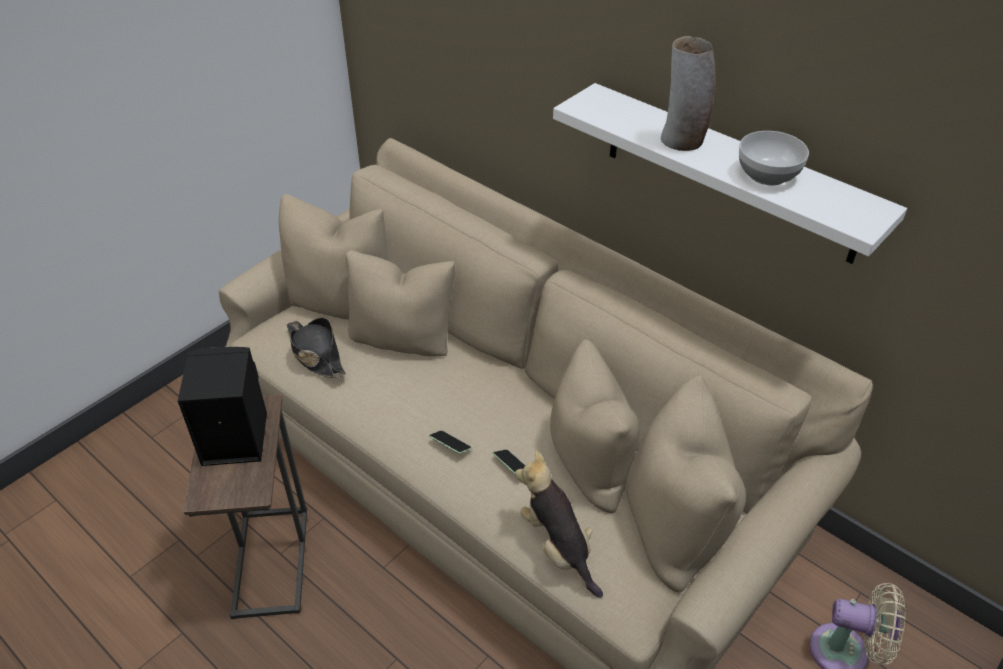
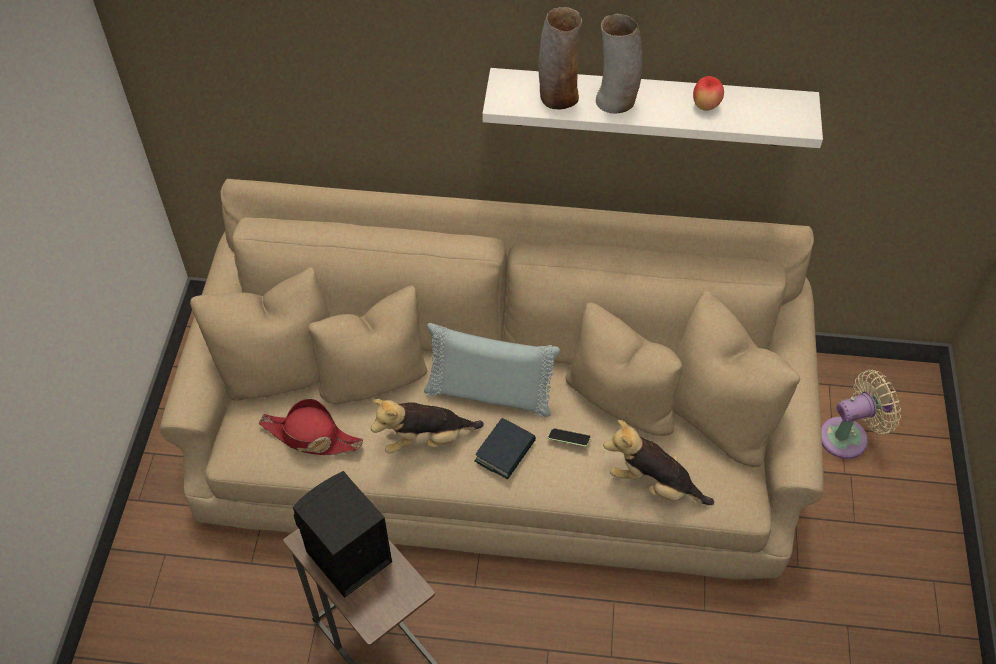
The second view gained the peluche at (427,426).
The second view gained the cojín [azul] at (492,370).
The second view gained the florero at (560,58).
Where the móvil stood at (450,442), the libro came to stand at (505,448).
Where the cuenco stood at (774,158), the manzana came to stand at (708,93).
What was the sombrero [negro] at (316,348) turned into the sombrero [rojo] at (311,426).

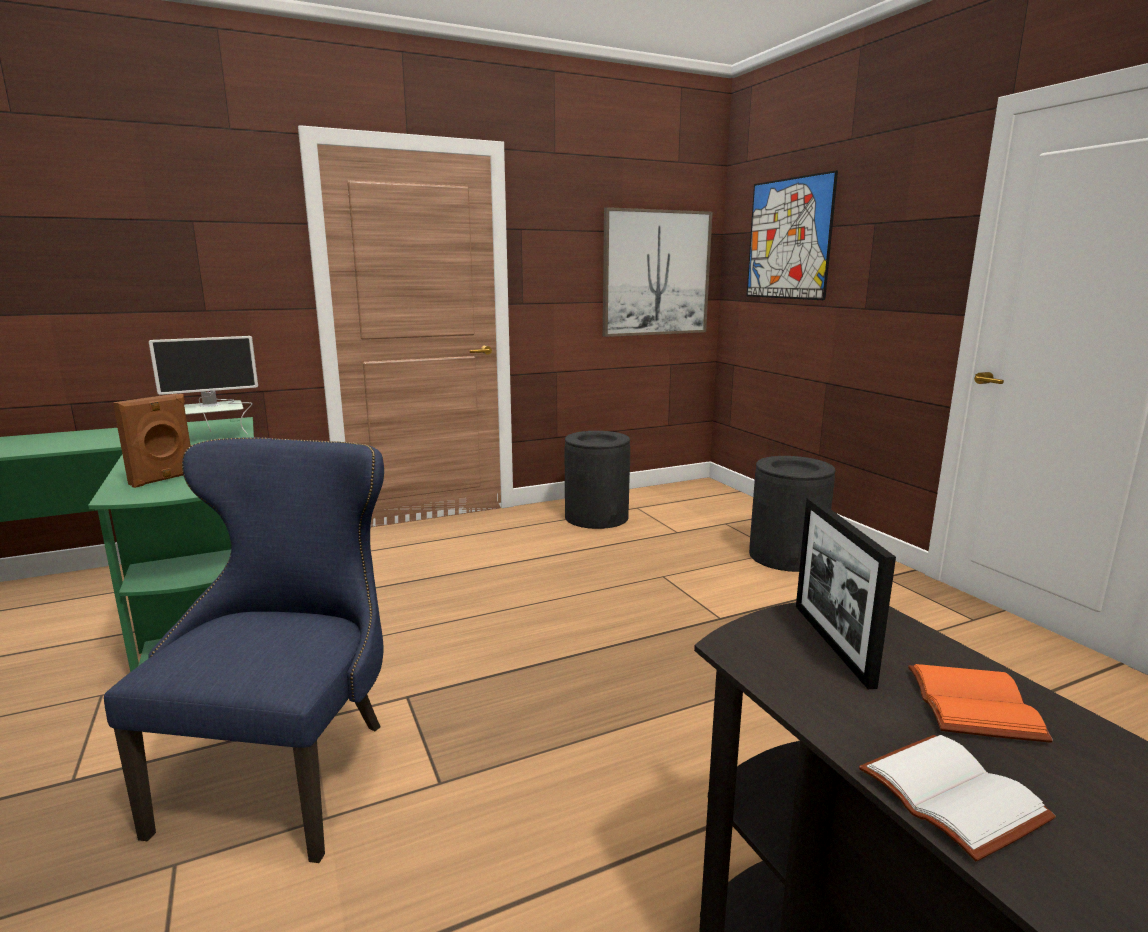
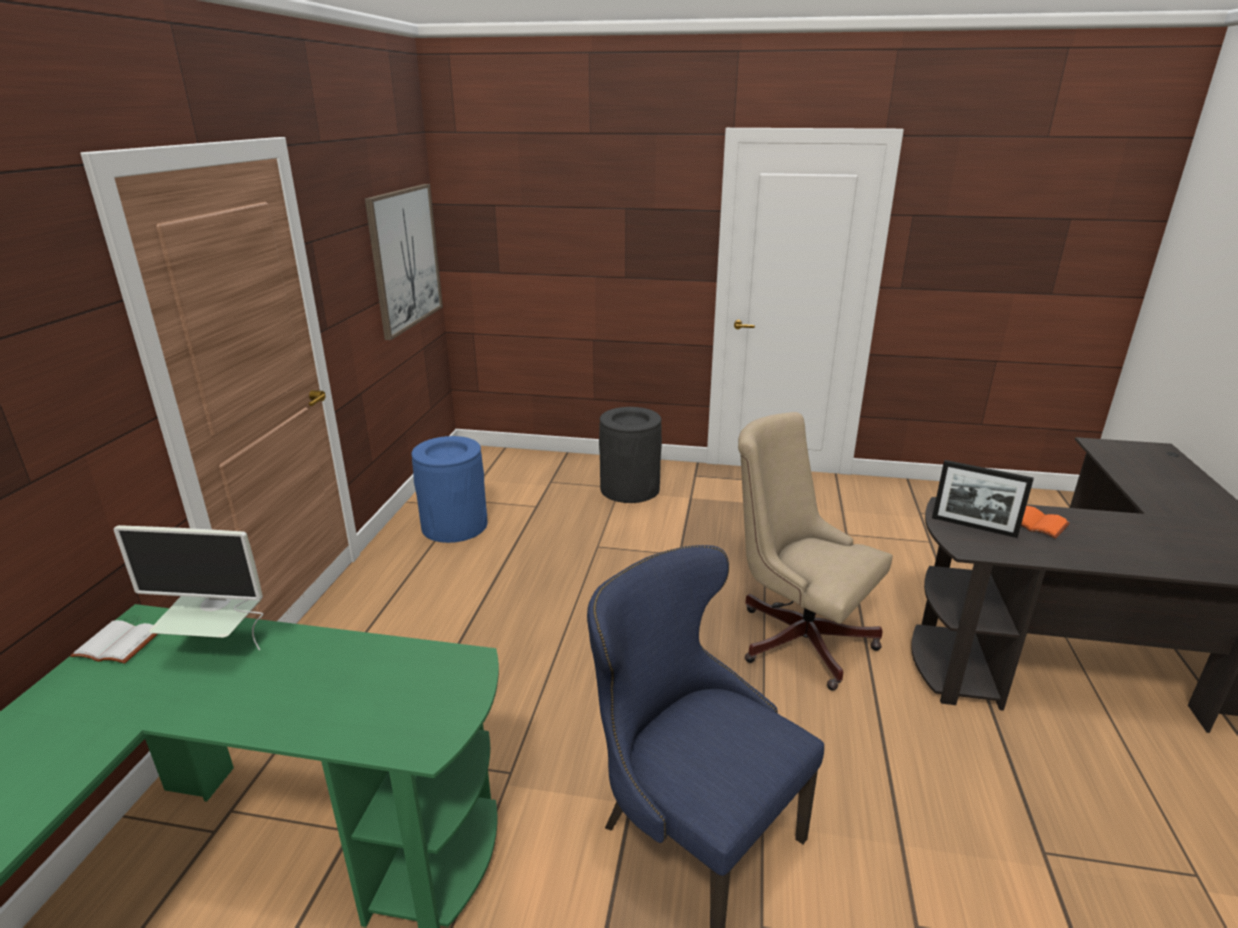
The second view lost the altavoz [marrón] at (152,441).
The second view lost the cuadro at (792,235).
The second view gained the silla de oficina [beis] at (815,551).
The libro [blanco] ended up elsewhere, having gone from (957,798) to (114,642).
What was the papelera [negro] at (597,480) turned into the papelera [azul] at (449,489).
The monitor at (203,385) ended up facing another way, 90 degrees clockwise from before.

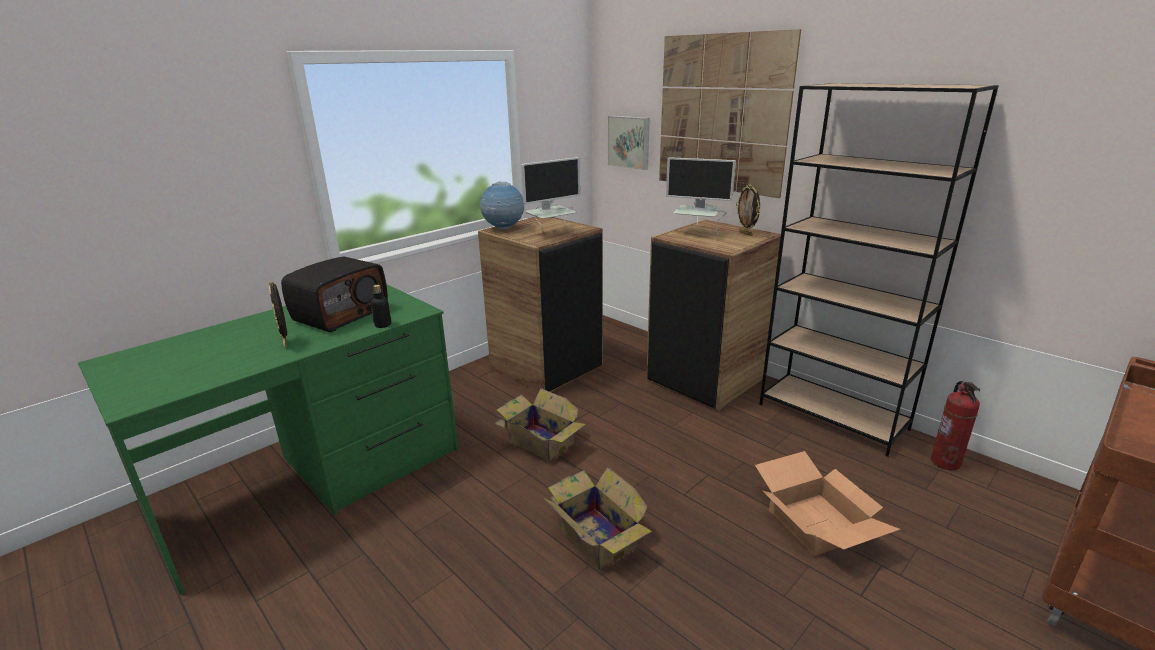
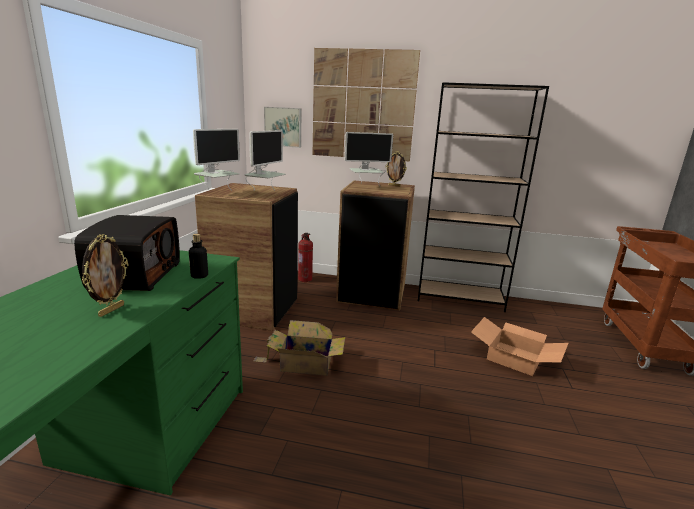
The second view lost the caja de cartón at (598,518).
The extintor ended up elsewhere, having gone from (955,426) to (305,257).
Where the globo terráqueo stood at (502,205), the monitor came to stand at (216,160).
The portarretratos at (277,315) ended up facing another way, 105 degrees counterclockwise from before.

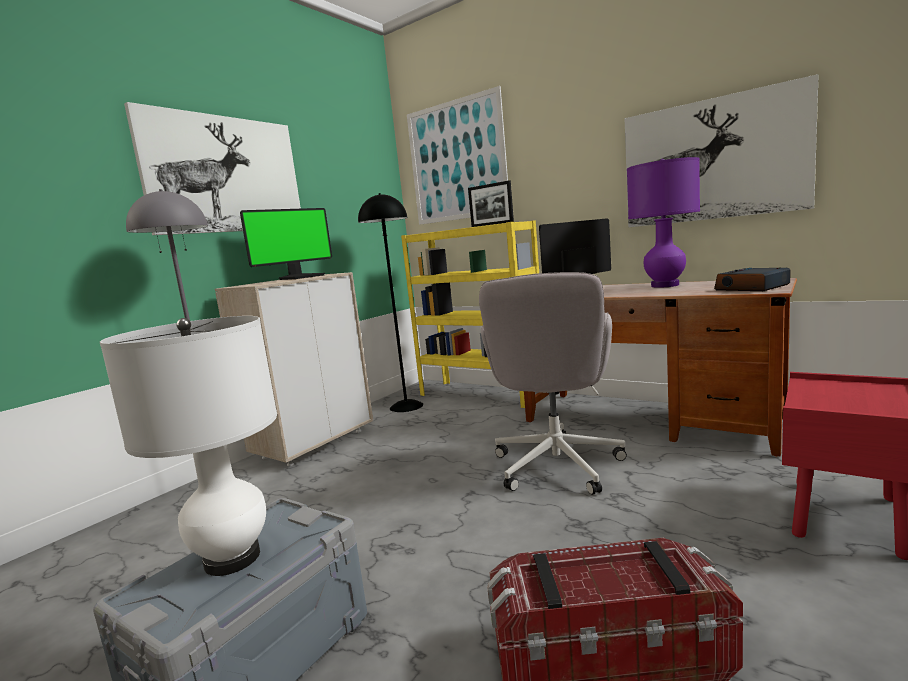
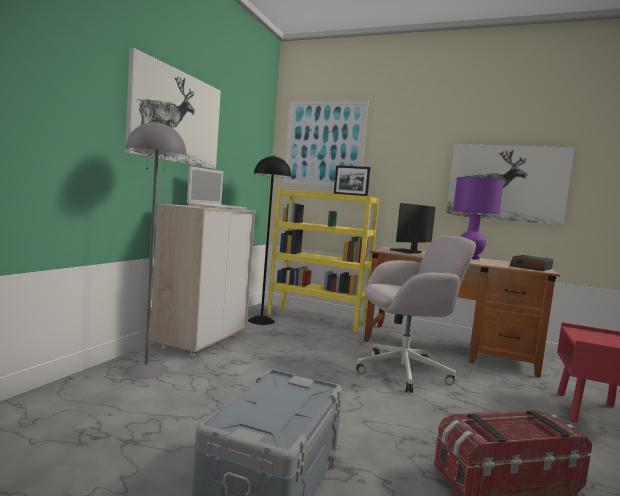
The second view lost the lámpara de mesa [blanco] at (188,446).
Where the monitor stood at (286,244), the portátil came to stand at (217,188).
The silla de oficina [gris] at (553,383) ended up facing another way, 105 degrees counterclockwise from before.

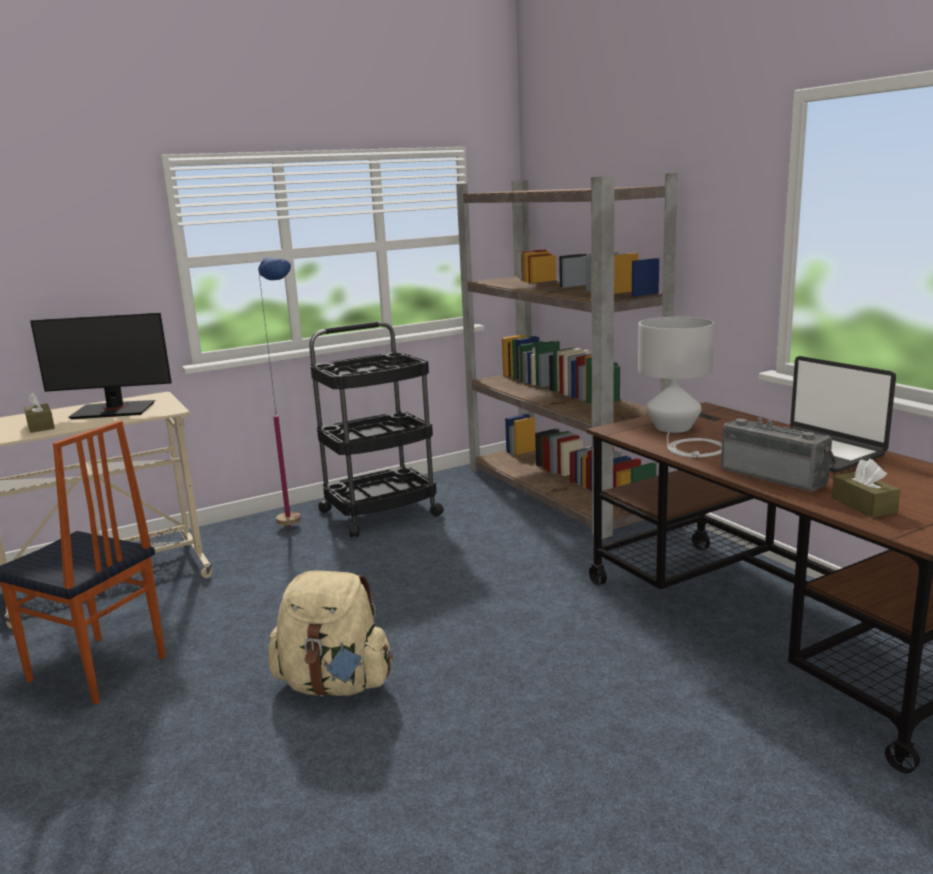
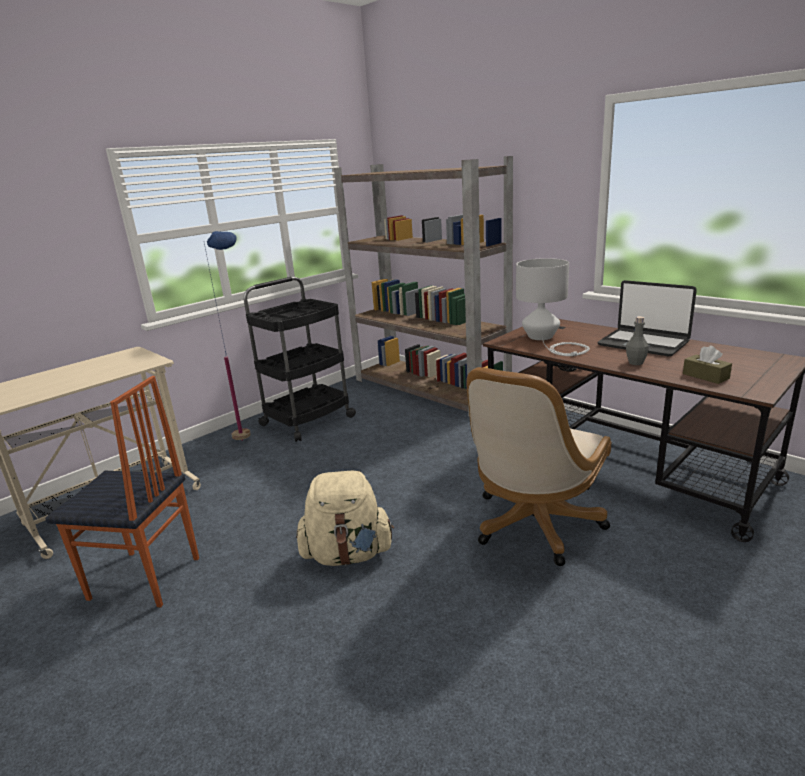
The second view lost the caja de pañuelos [marrón] at (39,413).
The second view lost the monitor at (101,366).
The second view gained the silla de oficina at (539,466).
Where the radio stood at (779,455), the botella [gris] came to stand at (637,340).

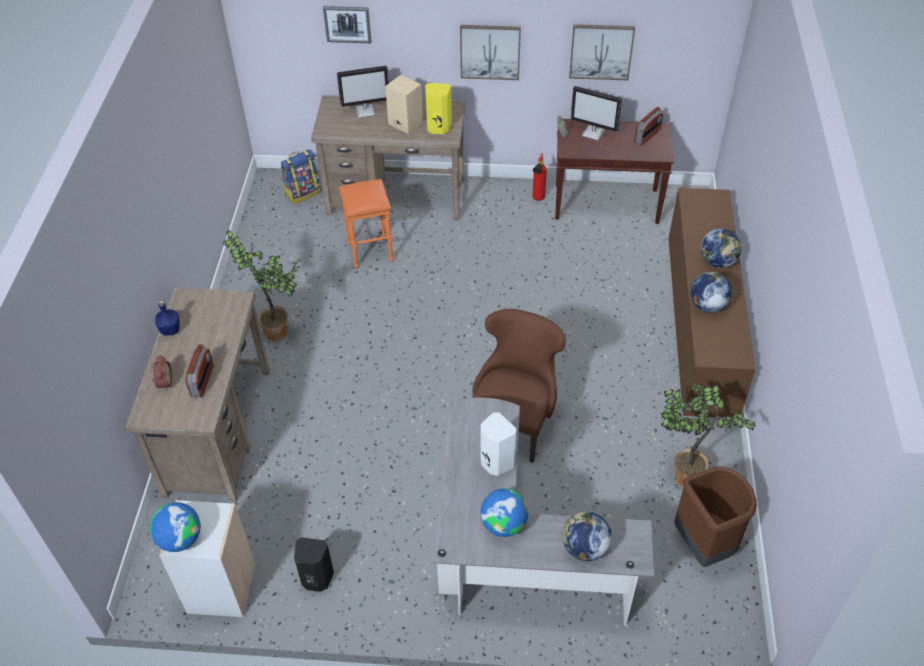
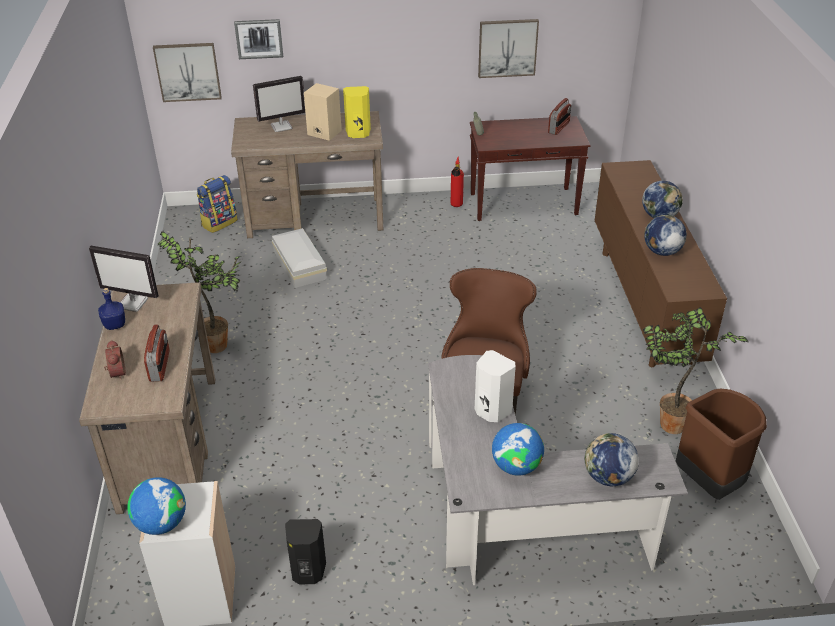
The cuadro ended up elsewhere, having gone from (490,52) to (187,72).
The monitor ended up elsewhere, having gone from (596,113) to (124,279).
Where the taburete [naranja] stood at (366,223), the caja de almacenaje [blanco] came to stand at (299,258).

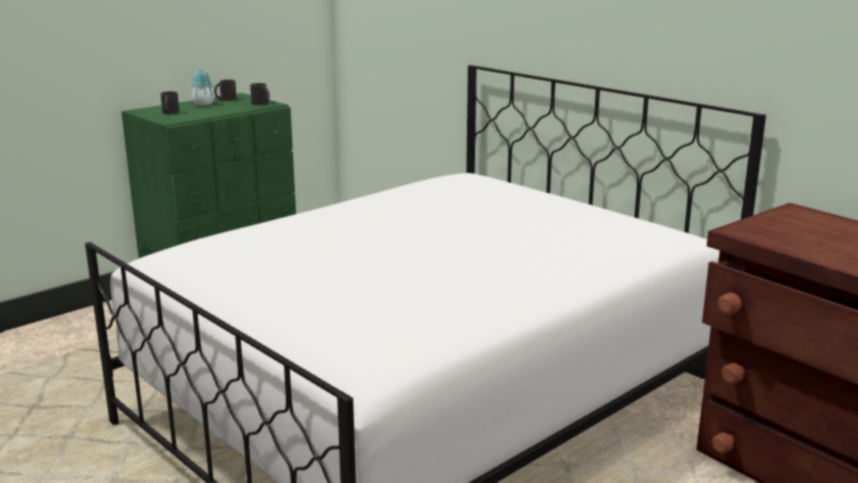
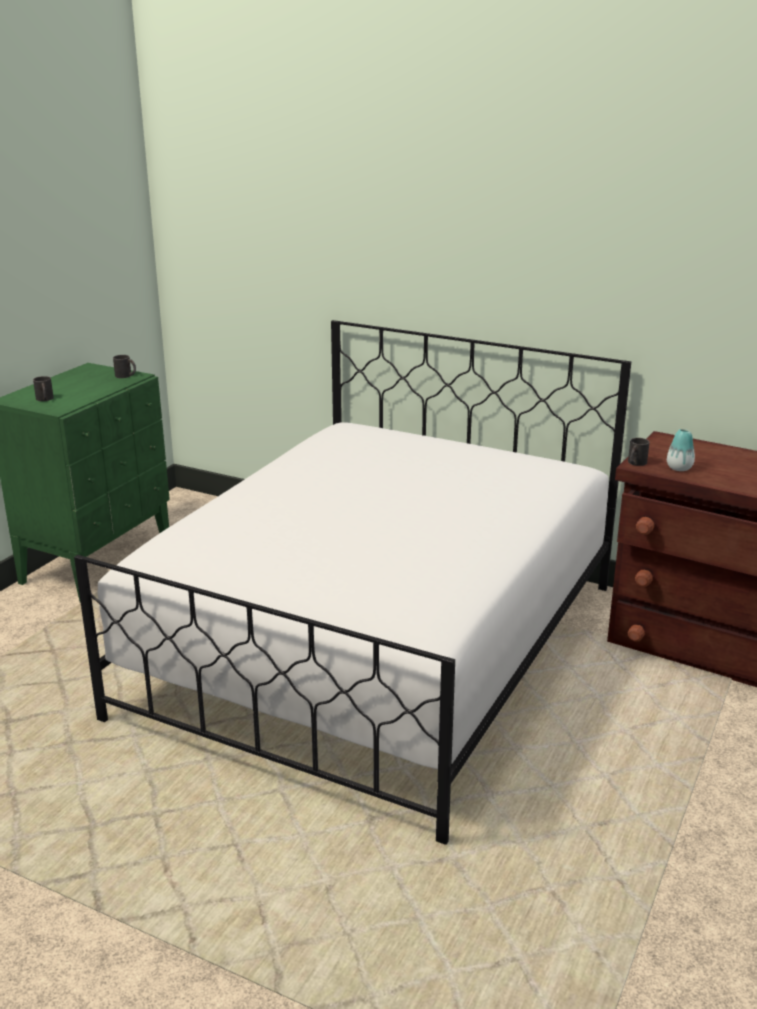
The florero ended up elsewhere, having gone from (203,88) to (681,450).
The taza grande [negro] ended up elsewhere, having gone from (225,90) to (639,452).

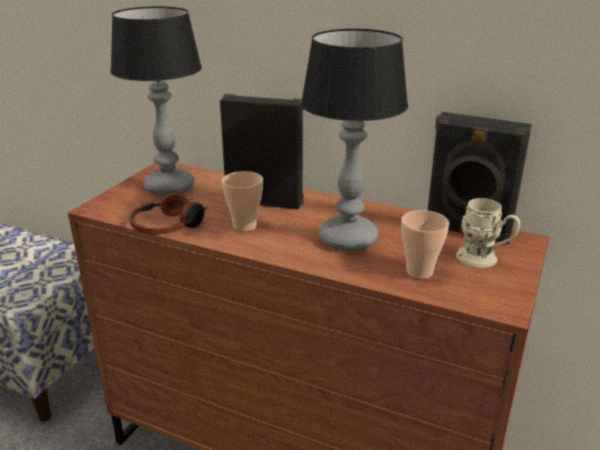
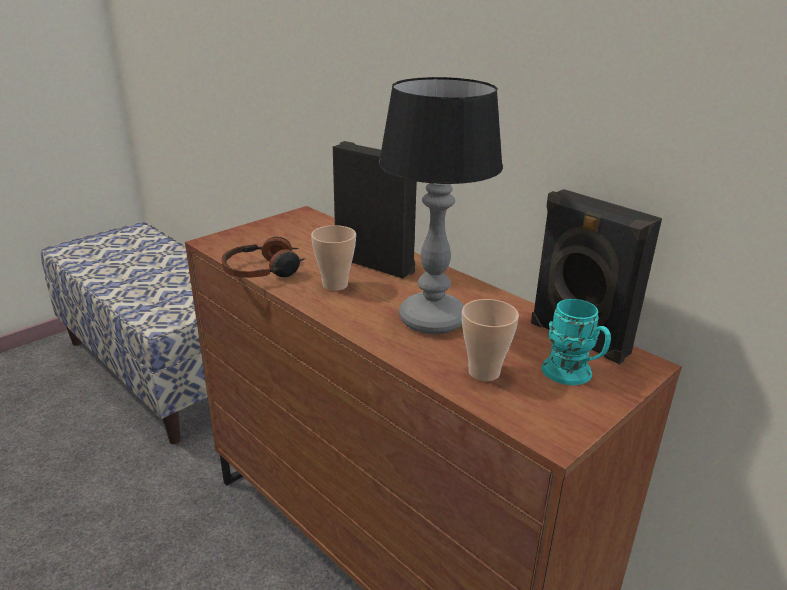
The second view lost the lámpara de mesa at (156,101).
What was the taza grande [beis] at (488,233) turned into the taza grande [turquesa] at (576,342).

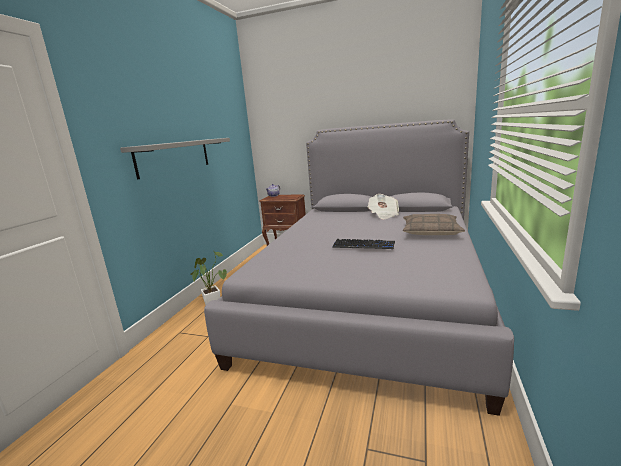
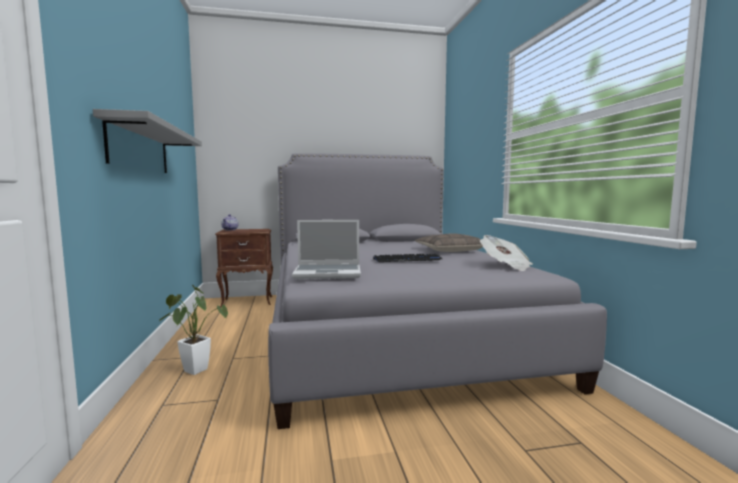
The second view gained the portátil at (326,249).
The periódico ended up elsewhere, having gone from (383,206) to (506,253).

